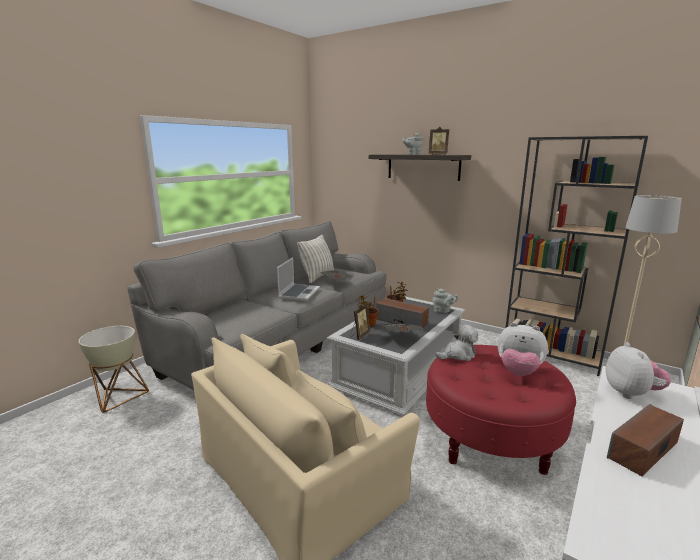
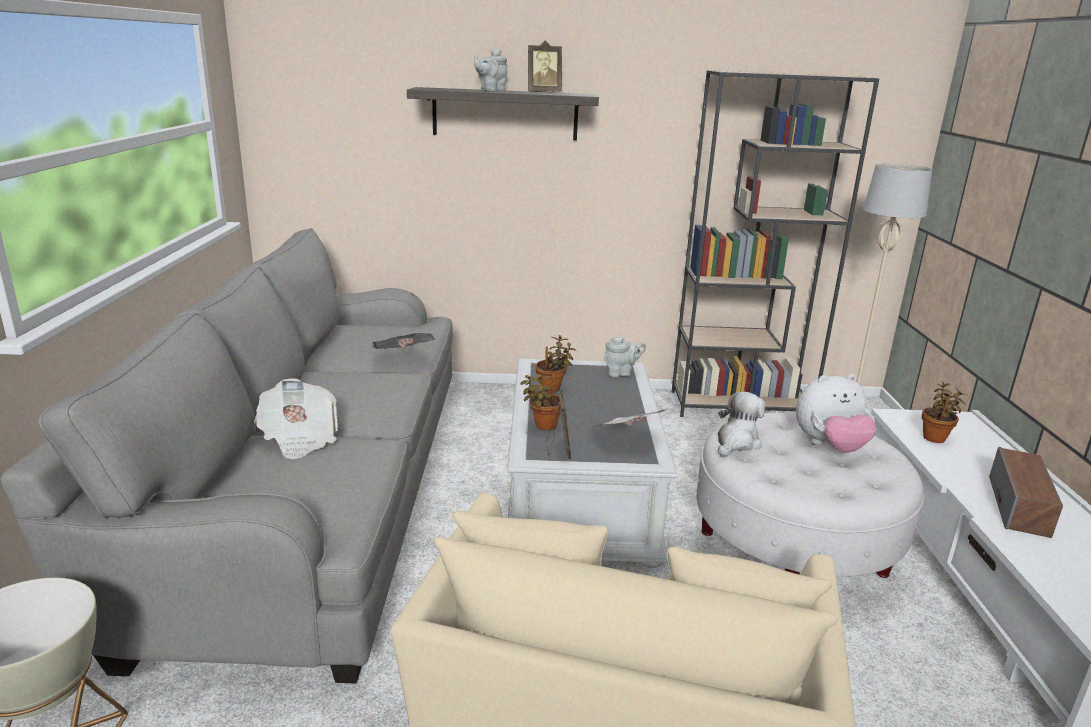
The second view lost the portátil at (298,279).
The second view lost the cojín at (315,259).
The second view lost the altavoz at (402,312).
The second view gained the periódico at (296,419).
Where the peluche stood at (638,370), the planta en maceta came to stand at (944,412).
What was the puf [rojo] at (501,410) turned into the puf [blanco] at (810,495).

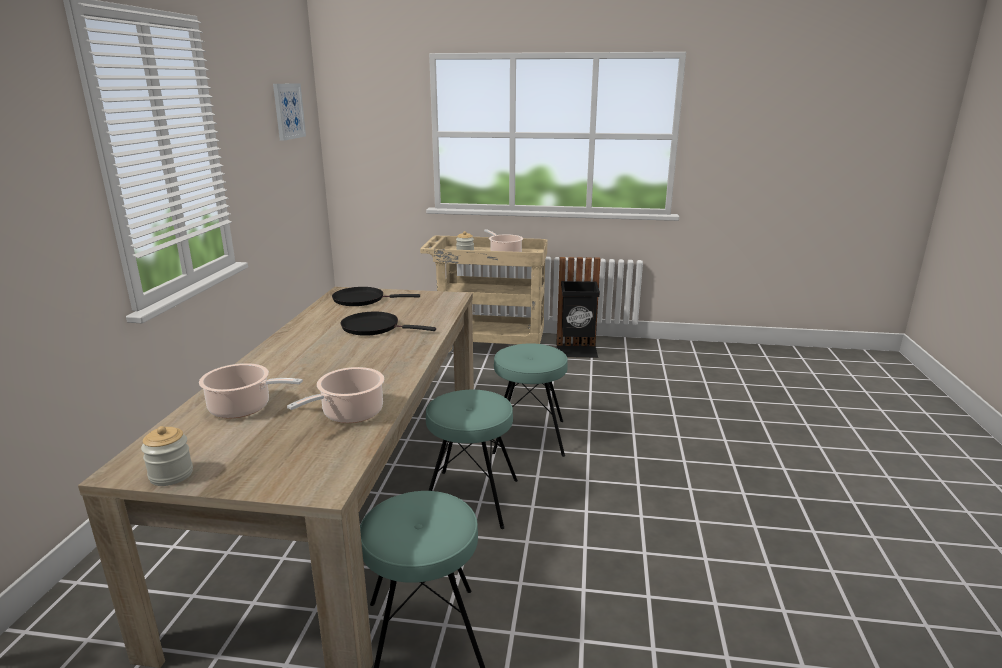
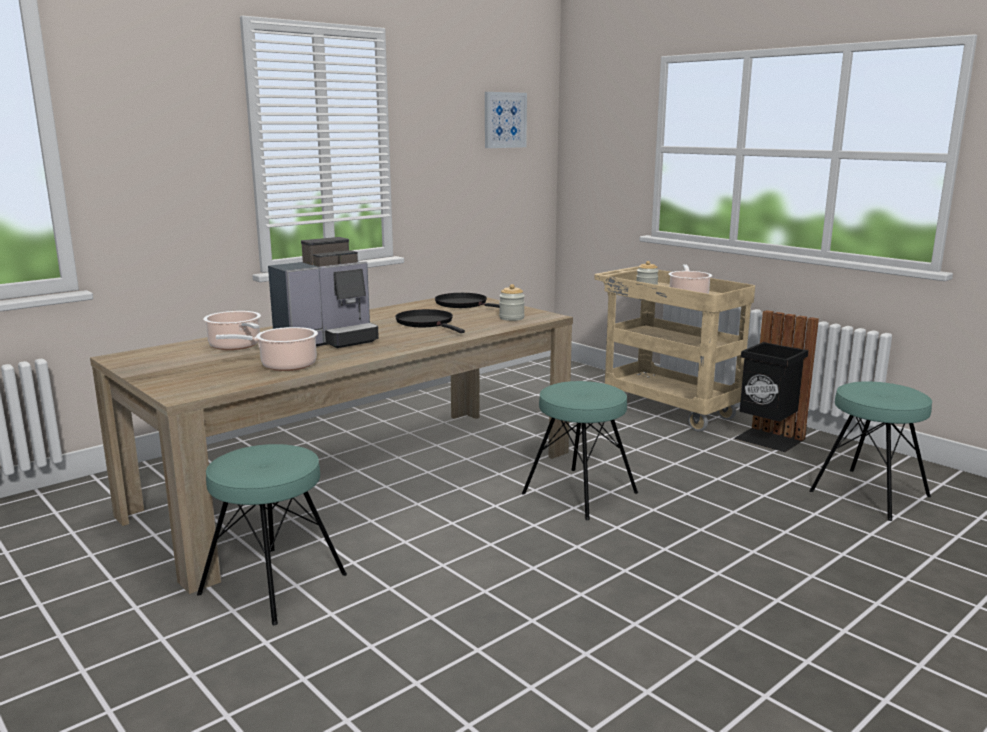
The second view gained the cafetera at (323,292).
The tarro ended up elsewhere, having gone from (167,456) to (512,302).
The taburete [turquesa] ended up elsewhere, having gone from (472,459) to (870,451).

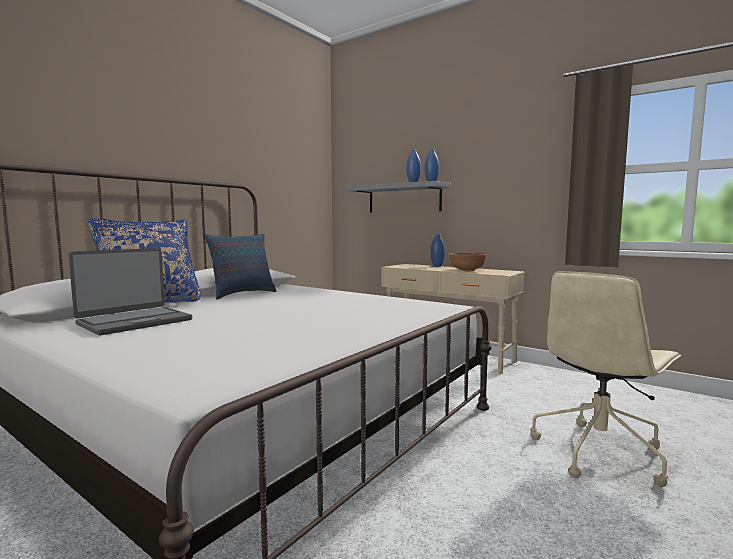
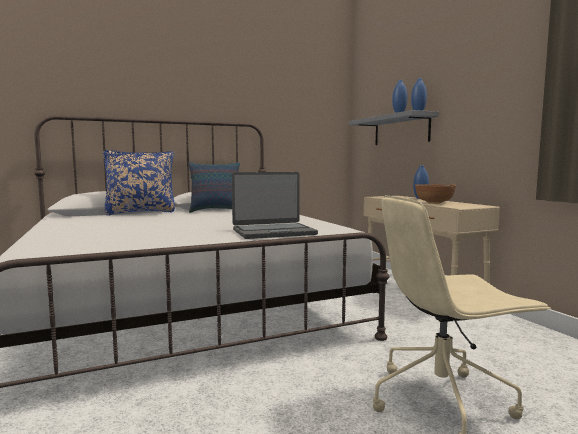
The portátil ended up elsewhere, having gone from (130,291) to (275,205).

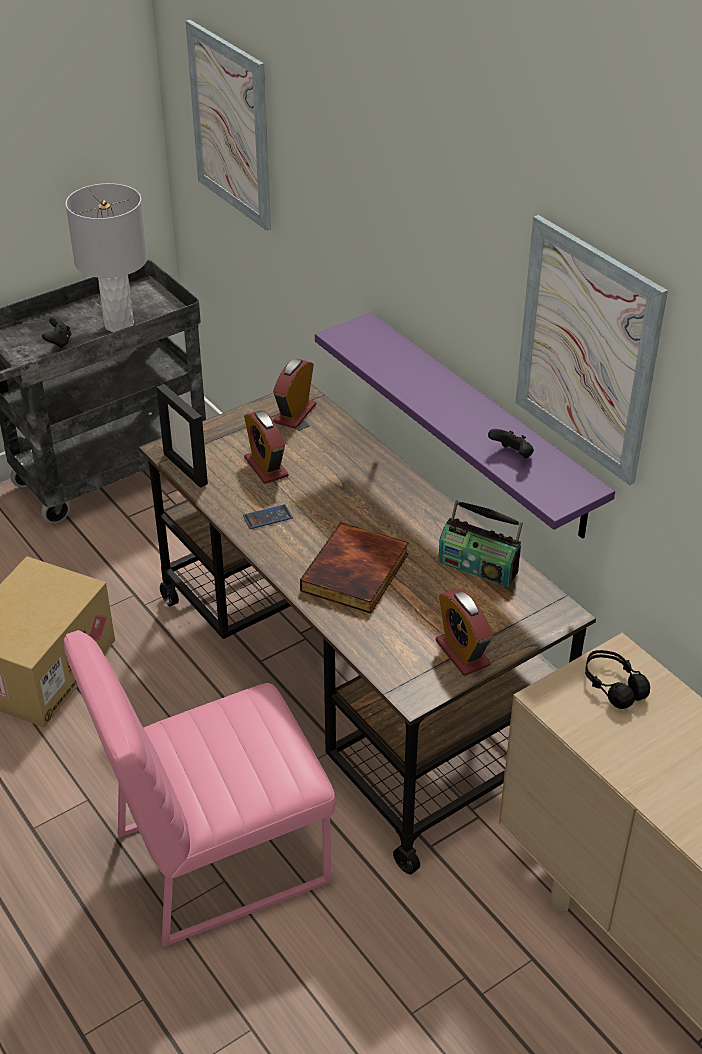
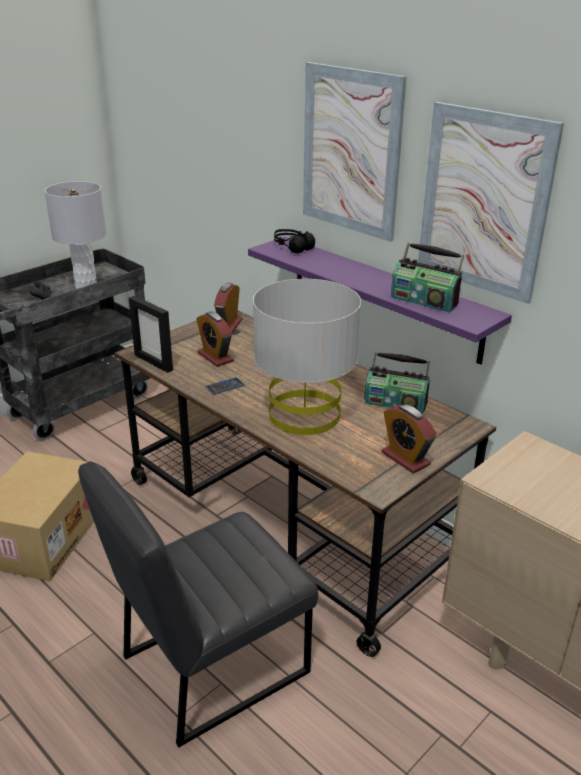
The cuadro ended up elsewhere, having gone from (228,125) to (355,152).
The auriculares [negro] ended up elsewhere, having gone from (617,679) to (294,241).
Where the libro stood at (354,567), the lámpara de mesa [gris] came to stand at (307,357).
Where the mando de consola [negro] stood at (511,443), the radio came to stand at (427,278).
What was the silla [rosa] at (199,788) turned into the silla [gris] at (198,604).

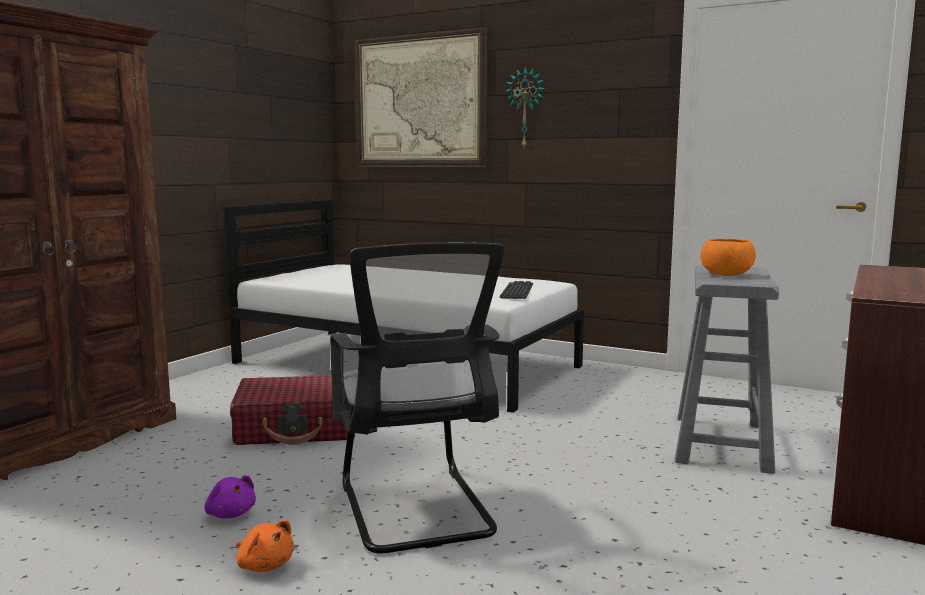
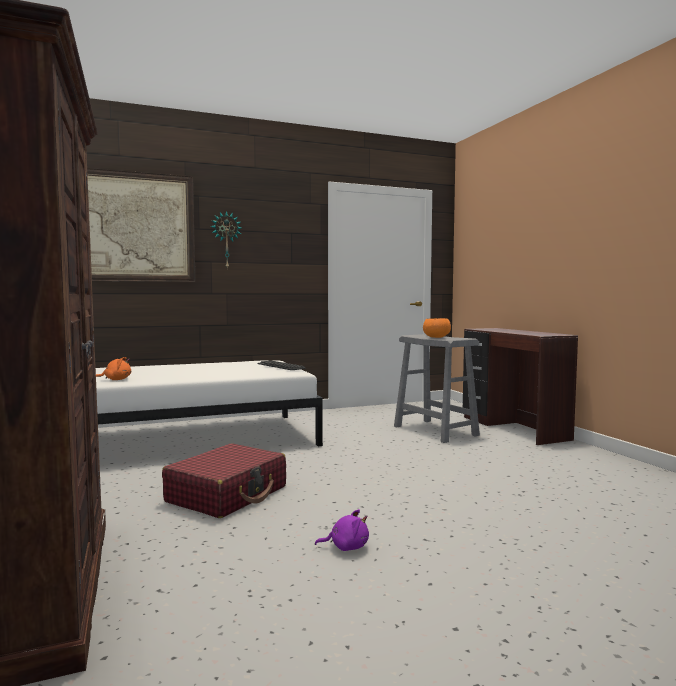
The second view lost the silla at (417,398).
The peluche [naranja] ended up elsewhere, having gone from (265,546) to (113,368).

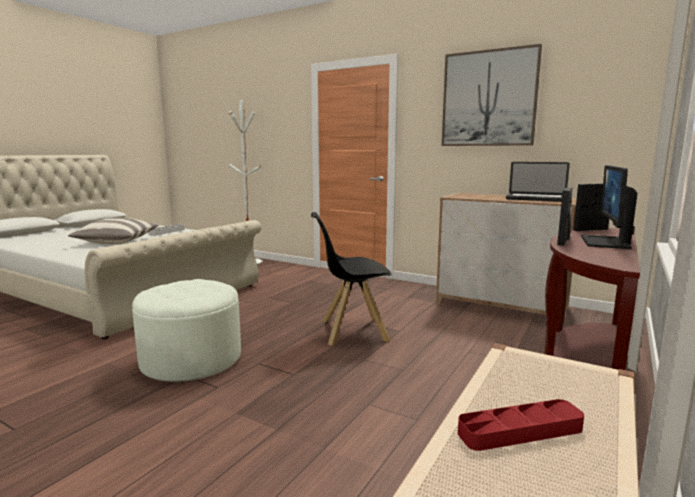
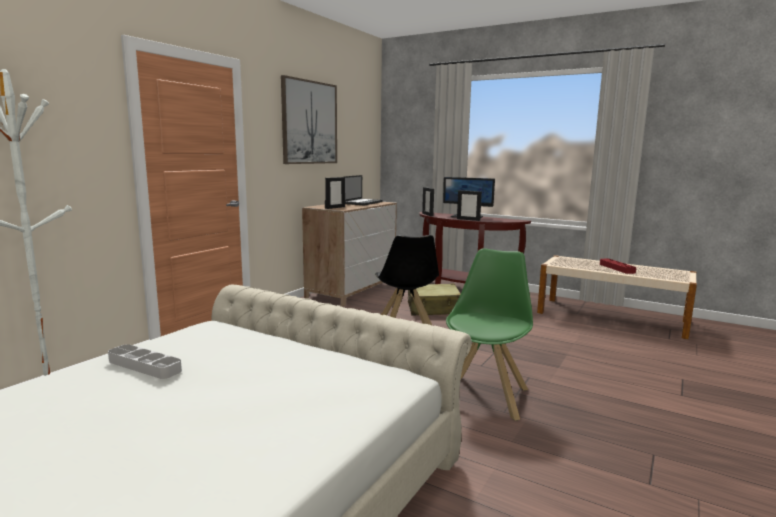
The second view lost the cojín at (113,231).
The second view gained the portarretratos at (335,193).
The second view gained the maleta [beis] at (434,300).
Where the puf [blanco] stood at (186,330), the silla [verde] came to stand at (489,334).

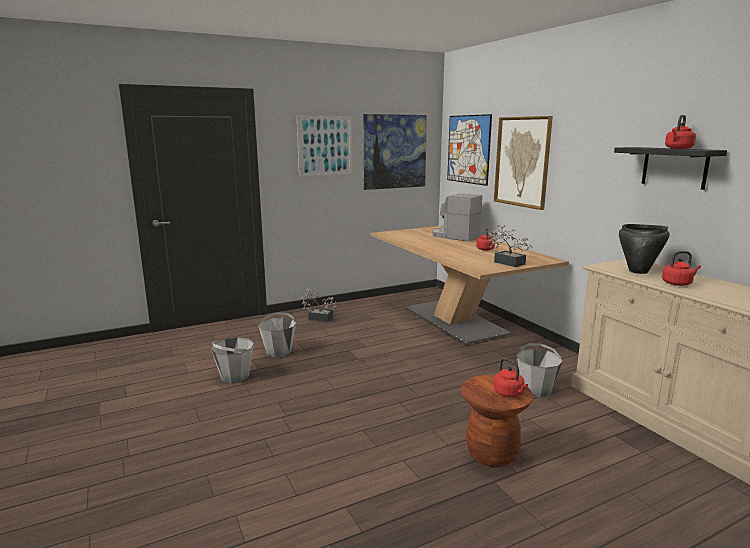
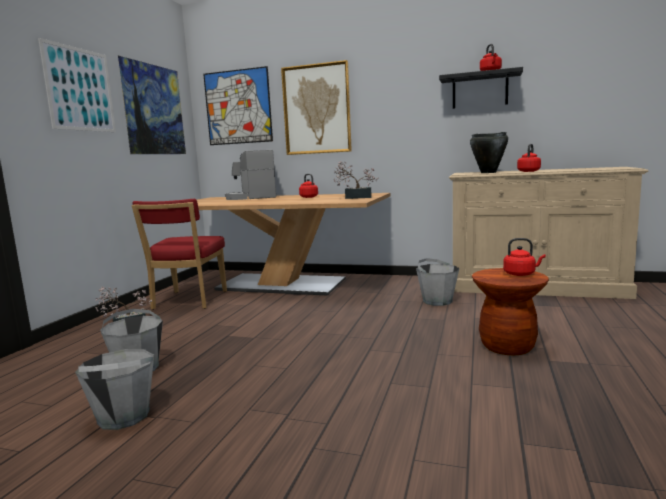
The second view gained the silla [rojo] at (179,254).

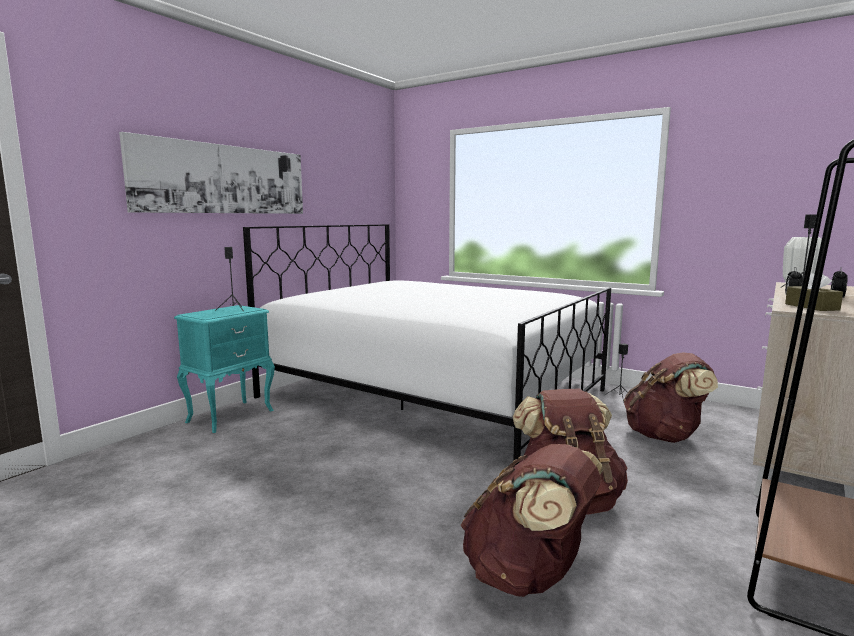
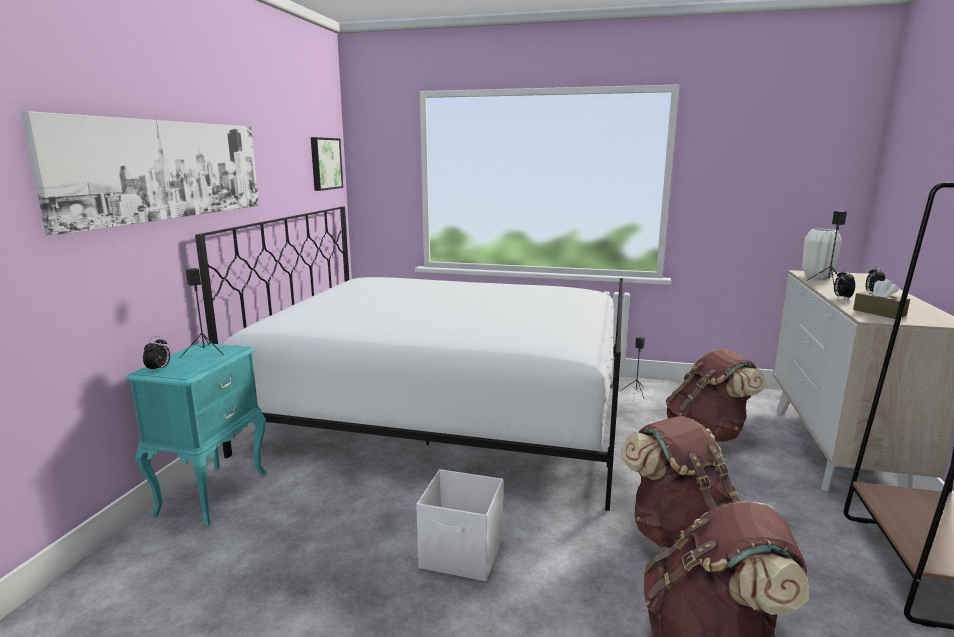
The second view gained the despertador at (156,354).
The second view gained the cuadro at (327,164).
The second view gained the caja de almacenaje [blanco] at (459,525).

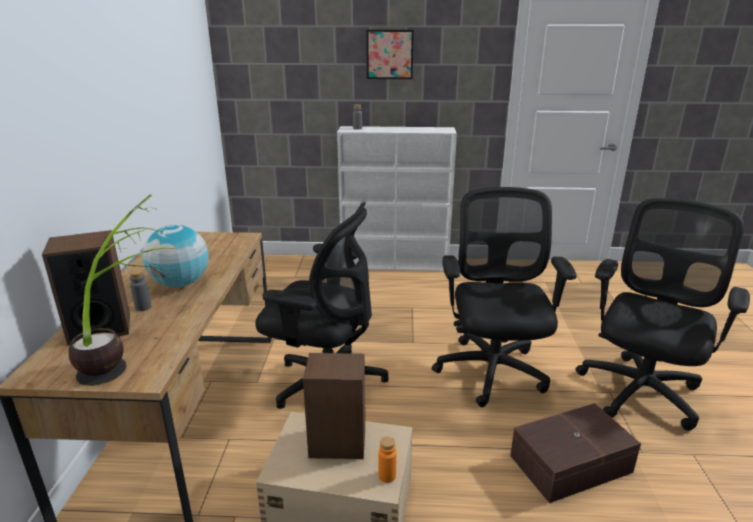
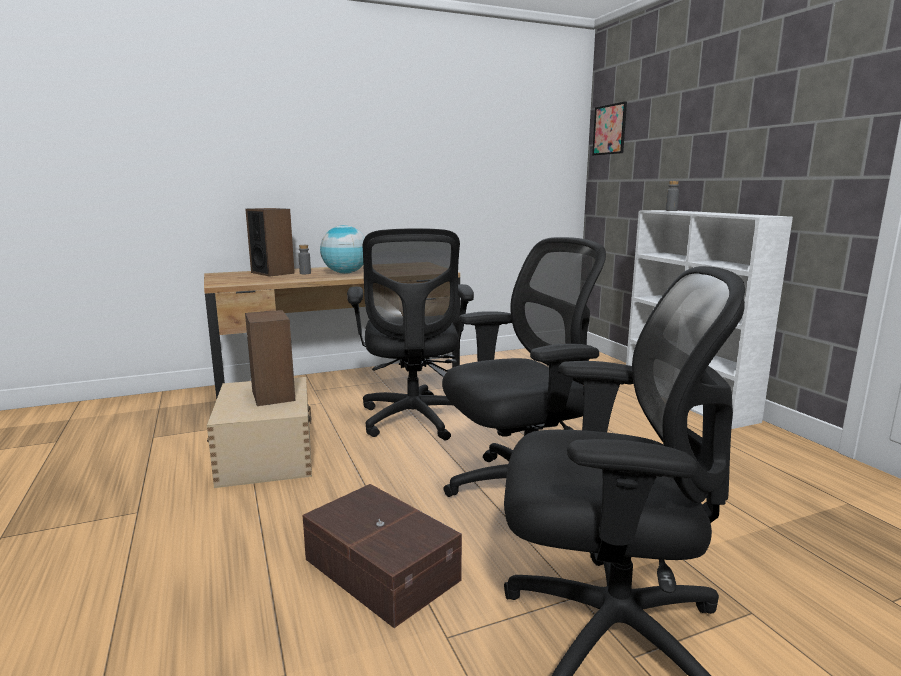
The second view lost the planta en maceta at (122,290).
The second view lost the botella [naranja] at (388,459).
The cuadro ended up elsewhere, having gone from (390,54) to (609,128).

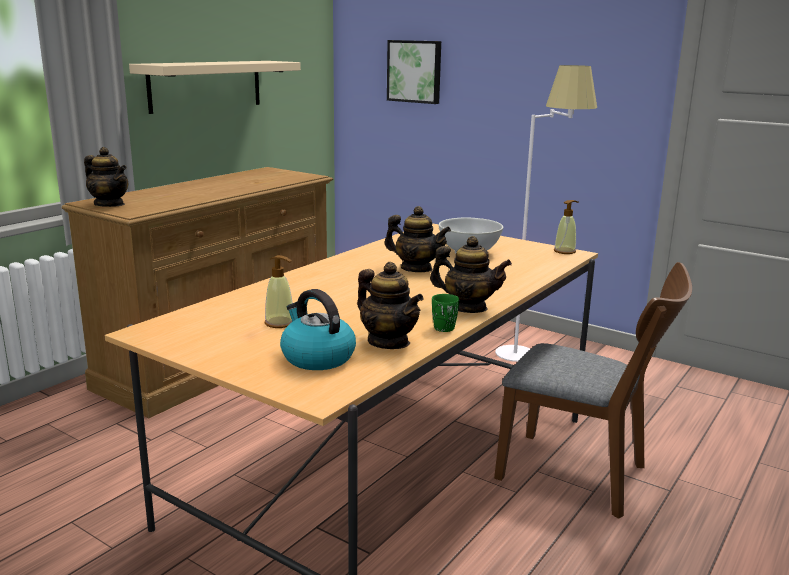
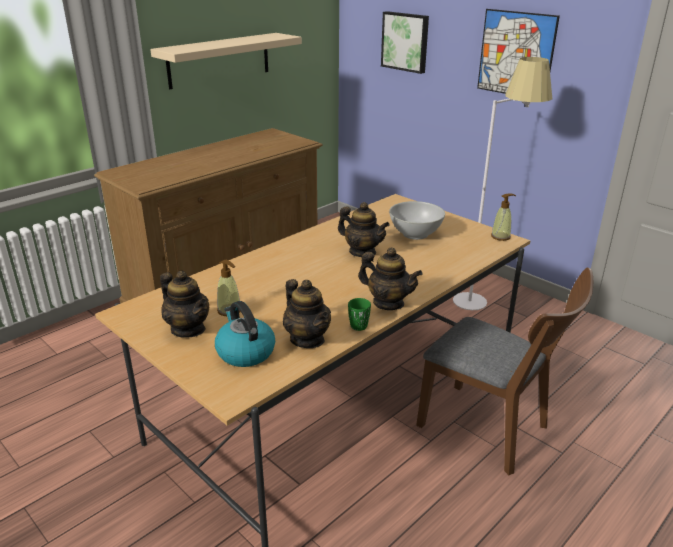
The second view gained the cuadro at (518,51).
The tetera ended up elsewhere, having gone from (106,177) to (184,304).

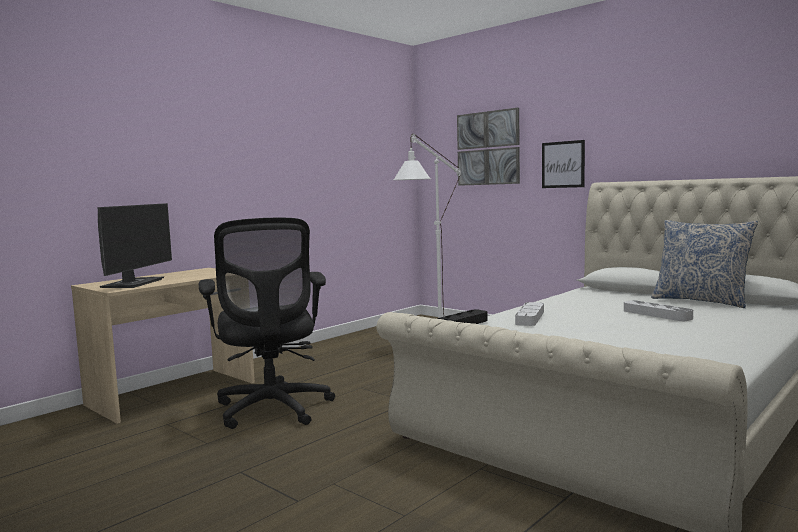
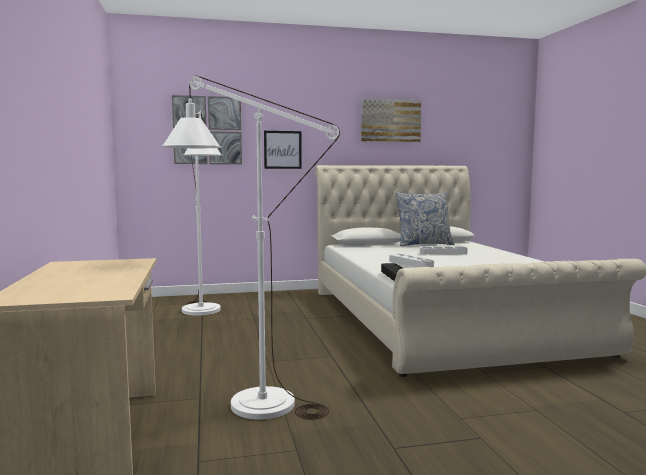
The second view lost the monitor at (135,245).
The second view gained the cuadro at (391,120).
Where the silla de oficina [negro] stood at (267,323), the lámpara de pie [blanco] came to stand at (250,247).

